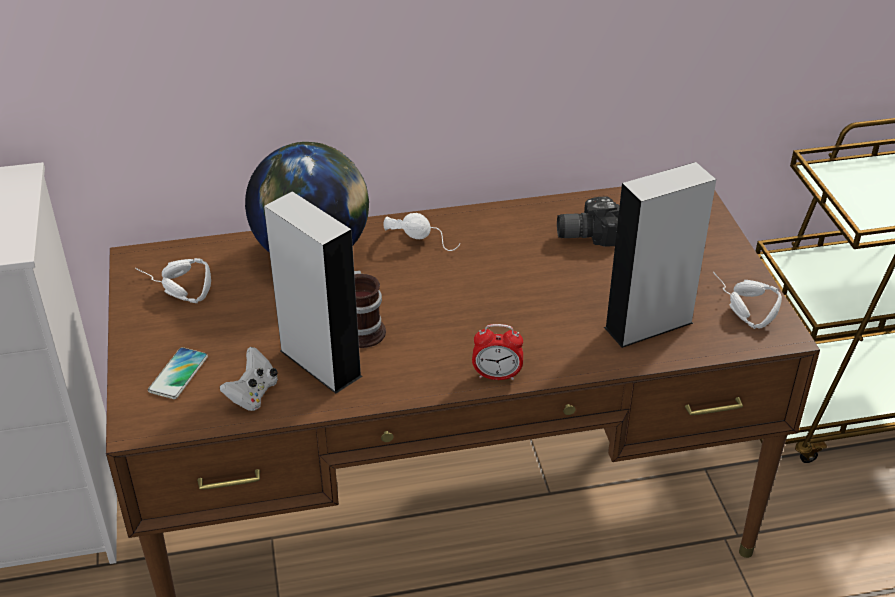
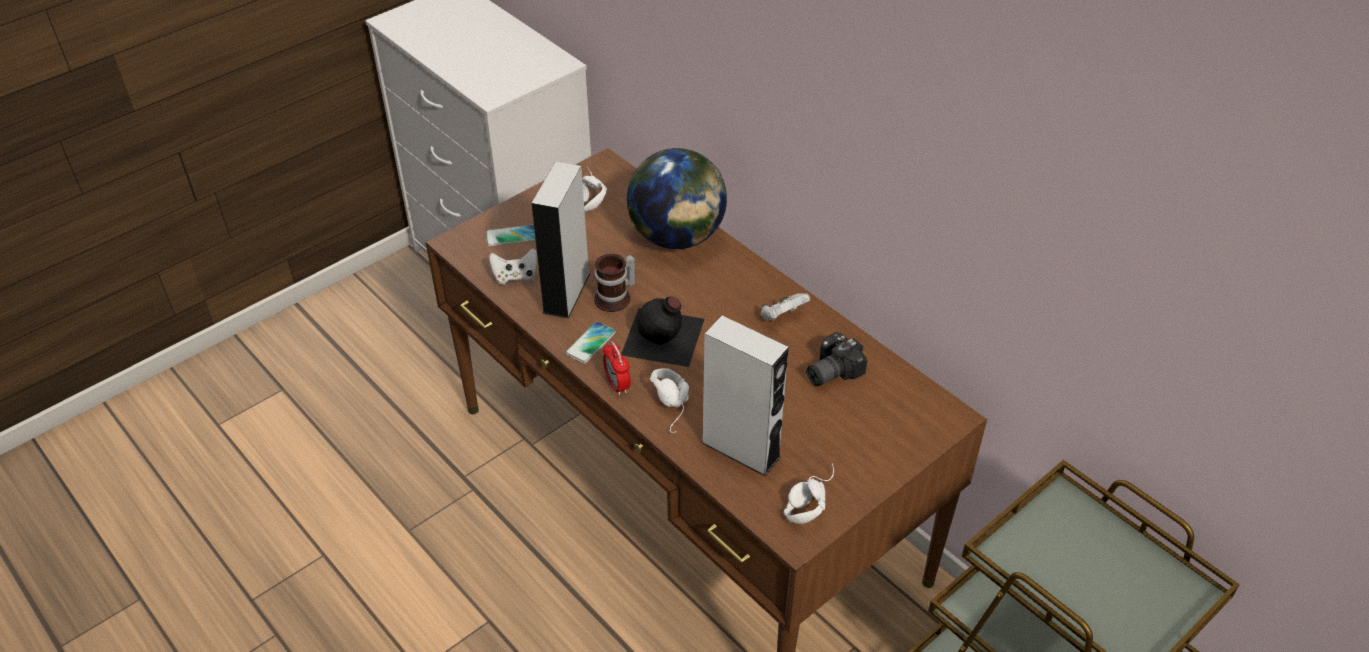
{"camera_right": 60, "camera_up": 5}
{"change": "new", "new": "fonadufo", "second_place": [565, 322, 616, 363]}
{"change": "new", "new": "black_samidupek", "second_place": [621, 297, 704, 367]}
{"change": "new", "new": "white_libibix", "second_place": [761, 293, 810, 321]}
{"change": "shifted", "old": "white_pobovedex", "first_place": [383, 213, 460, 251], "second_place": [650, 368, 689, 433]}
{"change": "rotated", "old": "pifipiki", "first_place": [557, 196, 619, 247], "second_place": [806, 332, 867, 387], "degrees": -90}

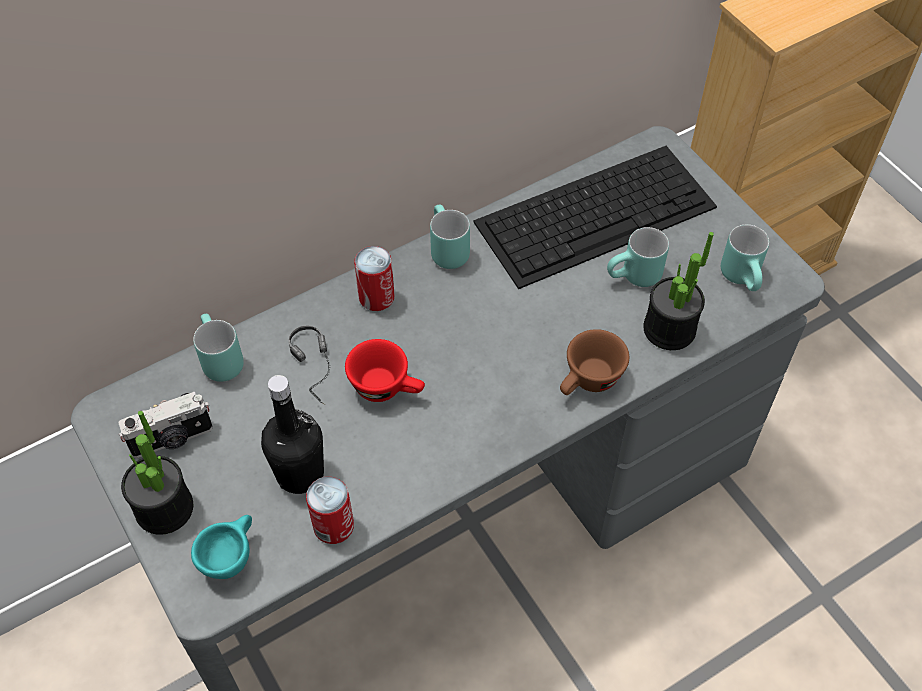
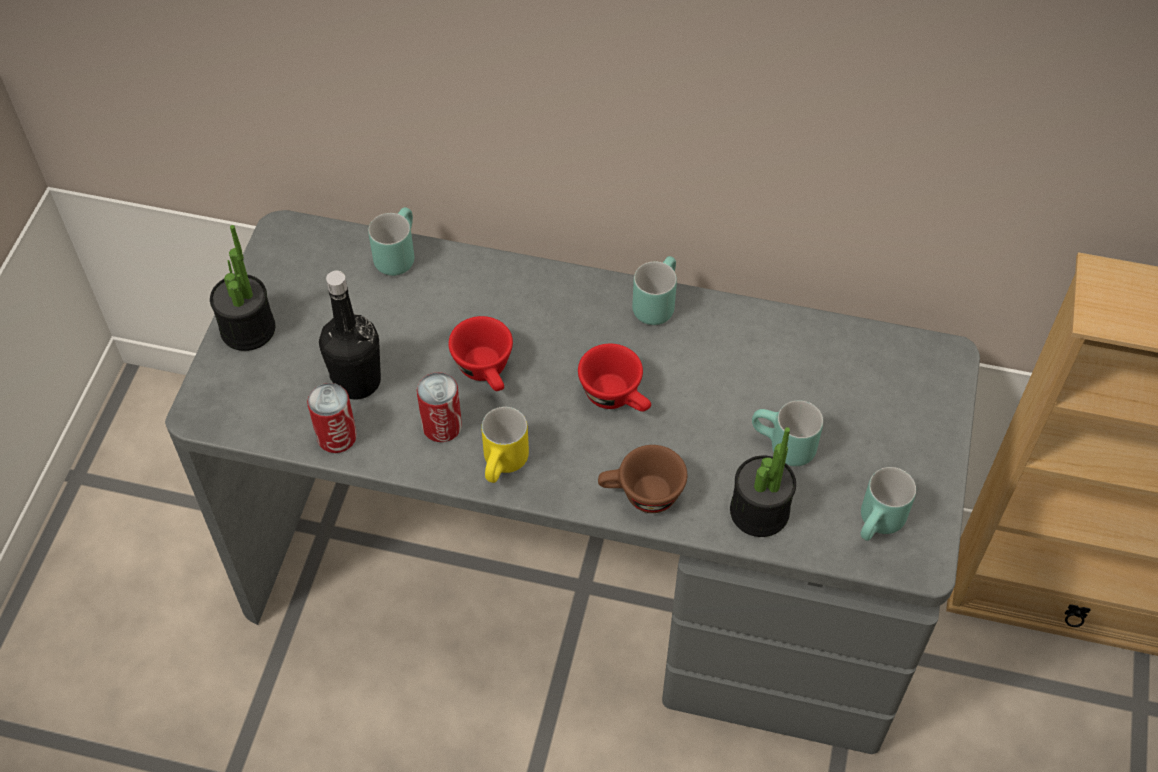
{"camera_right": 45, "camera_up": 0}
{"change": "gone", "old": "pifipiki", "first_place": [118, 392, 213, 458]}
{"change": "gone", "old": "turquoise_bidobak", "first_place": [191, 515, 252, 579]}
{"change": "gone", "old": "pobovedex", "first_place": [288, 325, 330, 405]}
{"change": "gone", "old": "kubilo", "first_place": [473, 146, 717, 289]}
{"change": "new", "new": "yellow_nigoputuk", "second_place": [482, 407, 529, 483]}
{"change": "new", "new": "red_bidobak", "second_place": [578, 344, 651, 412]}
{"change": "shifted", "old": "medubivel", "first_place": [354, 246, 395, 311], "second_place": [417, 372, 462, 442]}

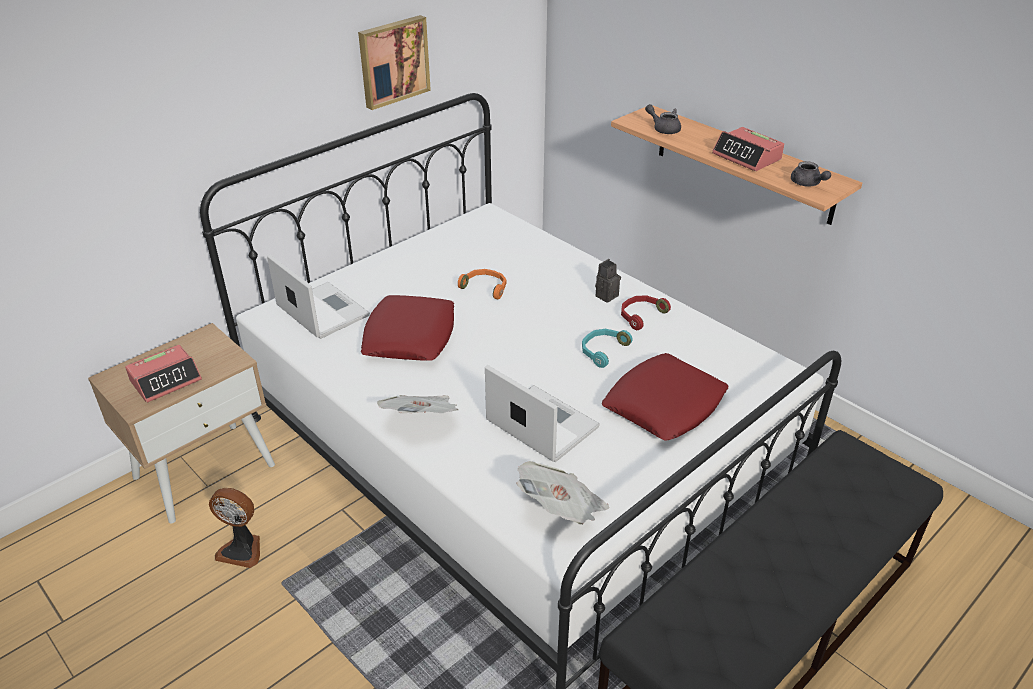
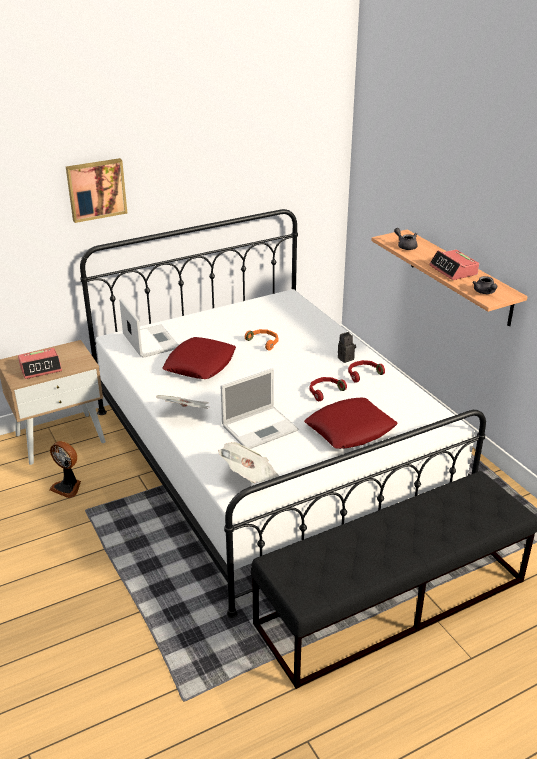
{"camera_right": 15, "camera_up": -5}
{"change": "shifted", "old": "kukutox", "first_place": [358, 15, 431, 110], "second_place": [66, 158, 127, 223]}
{"change": "repainted", "old": "turquoise_pobovedex", "new": "red_pobovedex", "first_place": [582, 329, 633, 368], "second_place": [309, 377, 347, 401]}
{"change": "rotated", "old": "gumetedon", "first_place": [485, 365, 600, 462], "second_place": [221, 368, 299, 449], "degrees": 90}

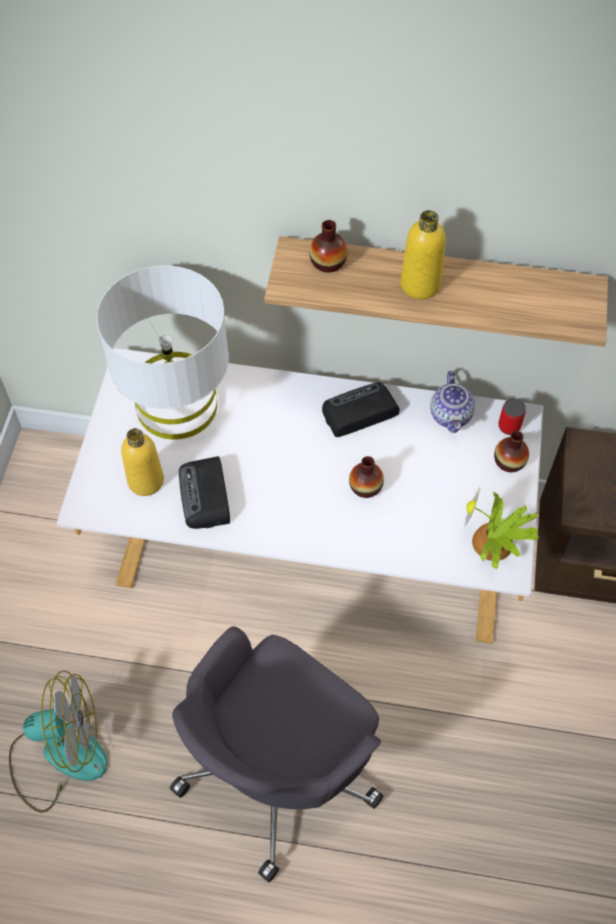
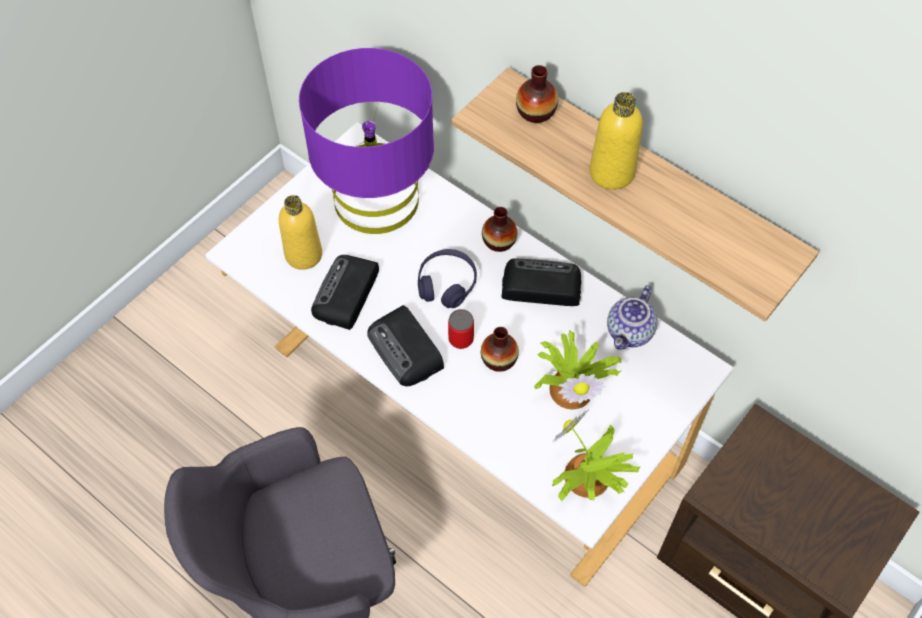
{"camera_right": 30, "camera_up": 0}
{"change": "gone", "old": "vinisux", "first_place": [9, 670, 107, 813]}
{"change": "new", "new": "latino", "second_place": [367, 305, 444, 386]}
{"change": "new", "new": "purple_pobovedex", "second_place": [418, 249, 477, 308]}
{"change": "new", "new": "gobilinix", "second_place": [534, 330, 622, 409]}
{"change": "shifted", "old": "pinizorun", "first_place": [494, 431, 529, 472], "second_place": [482, 207, 517, 252]}
{"change": "shifted", "old": "medubivel", "first_place": [498, 398, 526, 435], "second_place": [448, 309, 474, 349]}
{"change": "repainted", "old": "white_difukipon", "new": "purple_difukipon", "first_place": [97, 266, 229, 439], "second_place": [299, 48, 434, 234]}

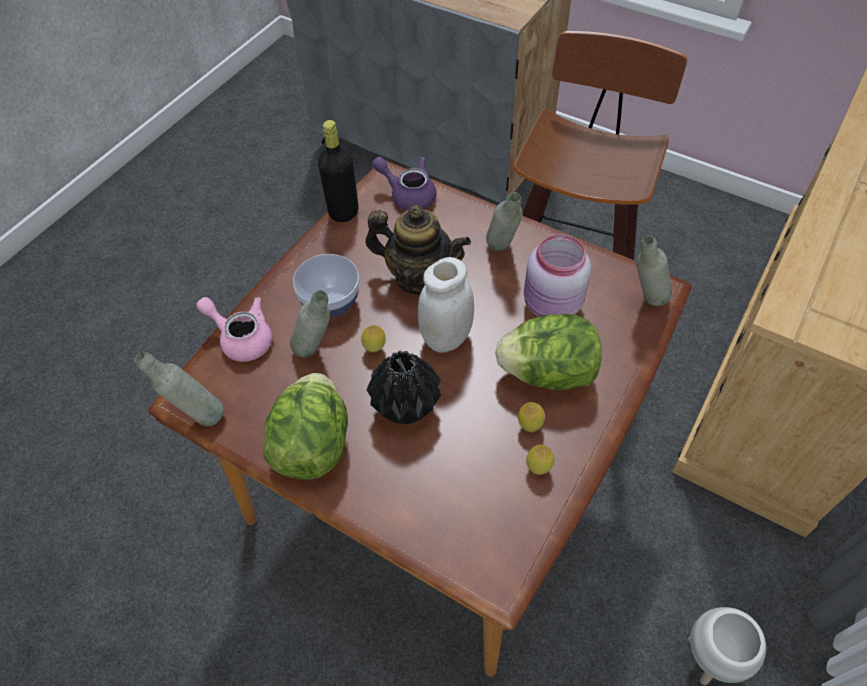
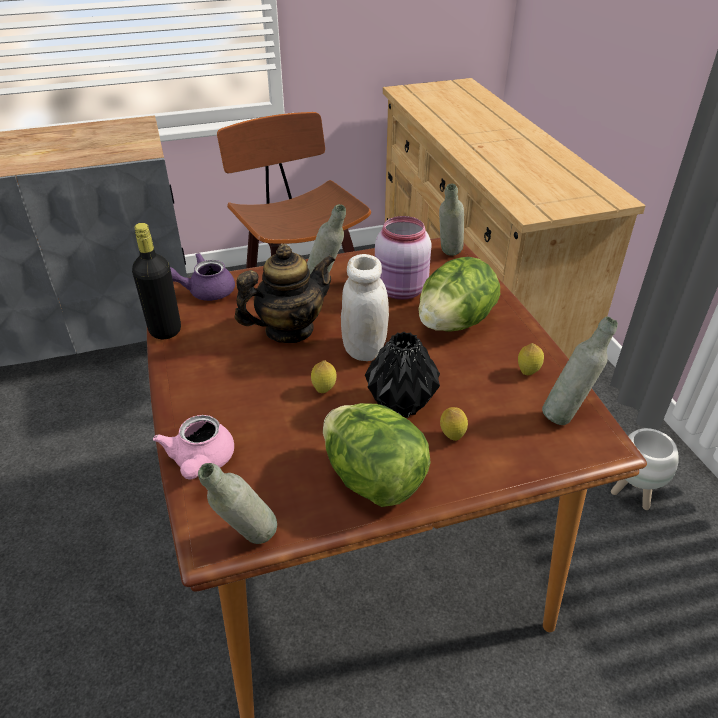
{"camera_right": -50, "camera_up": -15}
{"change": "gone", "old": "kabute", "first_place": [293, 254, 359, 317]}
{"change": "shifted", "old": "grey_samidupek", "first_place": [290, 290, 330, 358], "second_place": [542, 317, 618, 425]}
{"change": "shifted", "old": "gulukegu", "first_place": [518, 402, 545, 432], "second_place": [440, 407, 468, 441]}
{"change": "rotated", "old": "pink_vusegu", "first_place": [196, 297, 272, 362], "second_place": [153, 415, 234, 480], "degrees": -75}

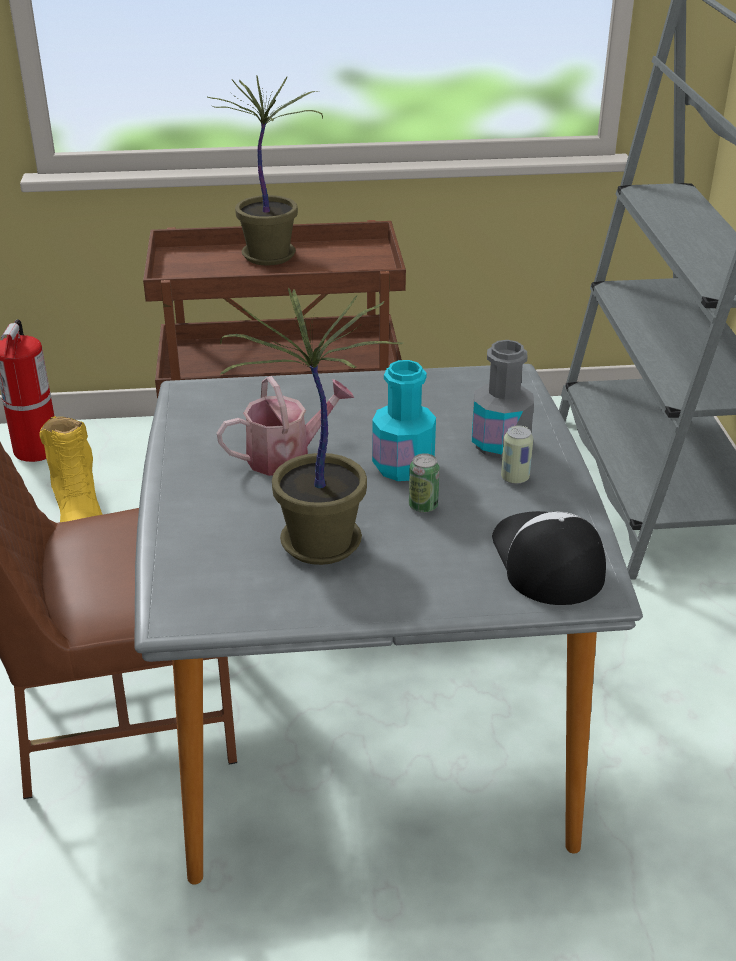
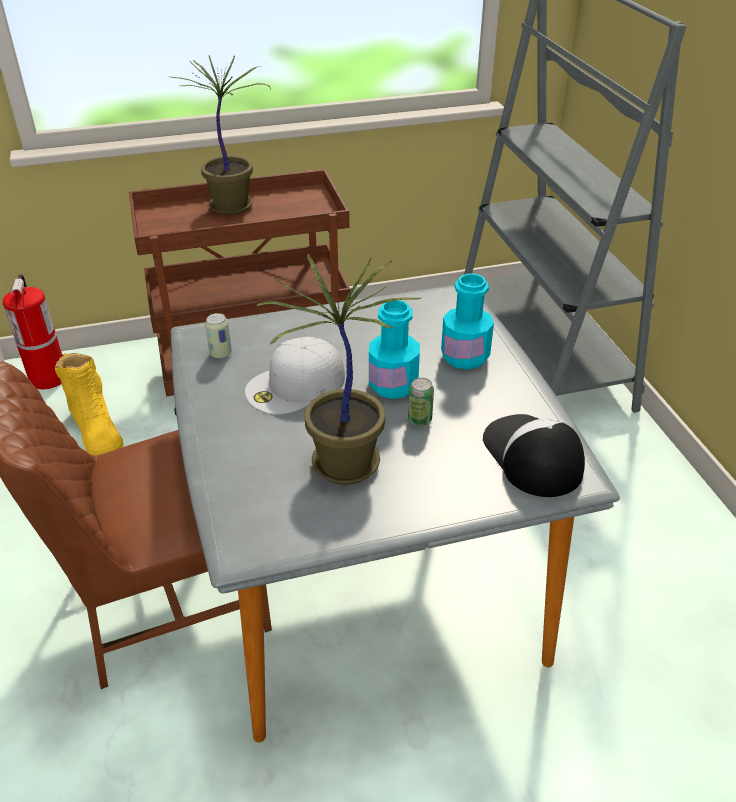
{"camera_right": -10, "camera_up": 5}
{"change": "shifted", "old": "medubivel", "first_place": [501, 425, 533, 484], "second_place": [205, 313, 232, 359]}
{"change": "swapped", "old": "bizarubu", "new": "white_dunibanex", "first_place": [217, 376, 354, 476], "second_place": [245, 337, 345, 415]}
{"change": "repainted", "old": "grey_samidupek", "new": "turquoise_samidupek", "first_place": [472, 340, 534, 459], "second_place": [441, 273, 494, 370]}

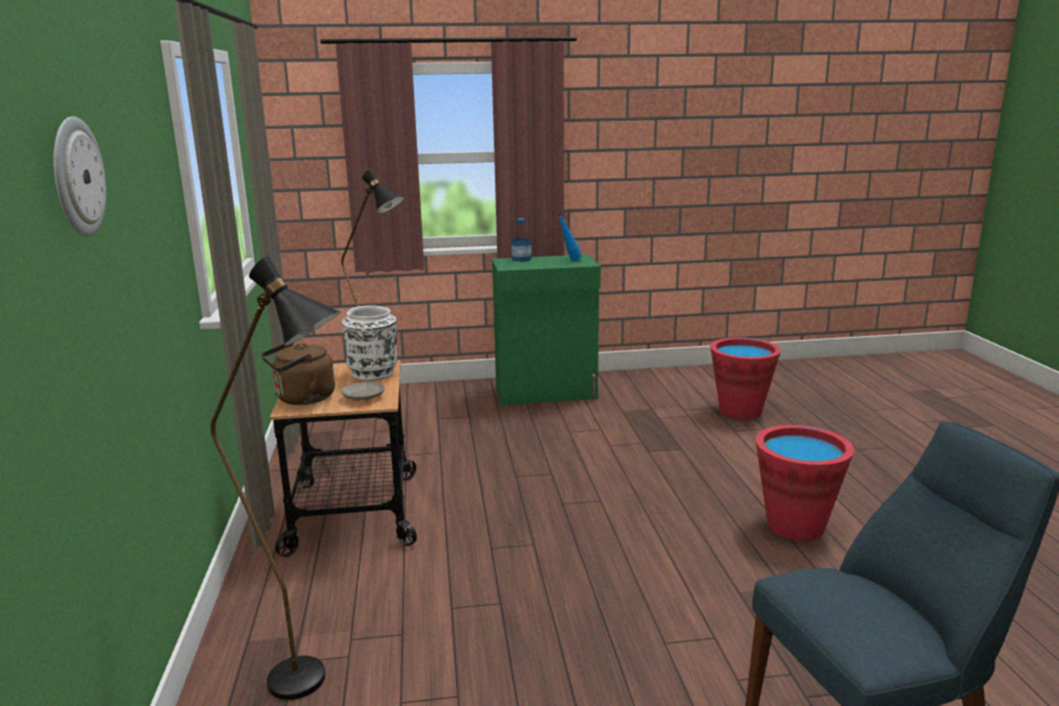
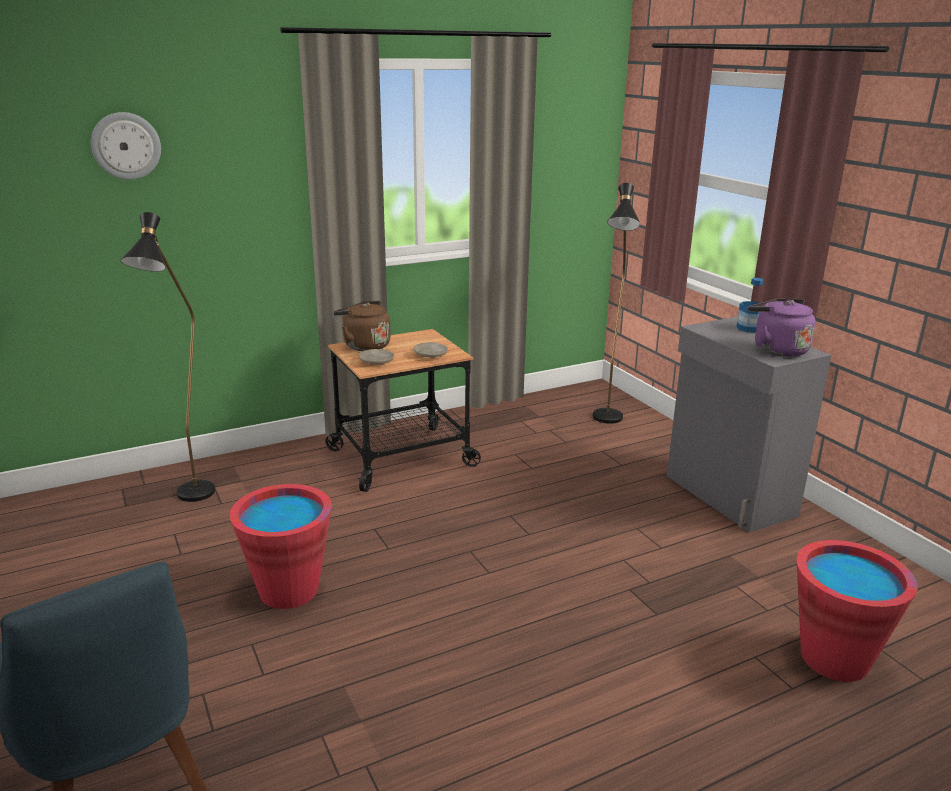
{"camera_right": 70, "camera_up": 5}
{"change": "shifted", "old": "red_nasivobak", "first_place": [756, 425, 854, 541], "second_place": [230, 484, 332, 609]}
{"change": "swapped", "old": "white_pinizorun", "new": "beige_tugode", "first_place": [342, 305, 397, 381], "second_place": [413, 342, 448, 358]}
{"change": "swapped", "old": "blue_samidupek", "new": "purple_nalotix", "first_place": [557, 212, 582, 261], "second_place": [748, 299, 816, 357]}
{"change": "repainted", "old": "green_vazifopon", "new": "grey_vazifopon", "first_place": [492, 254, 601, 405], "second_place": [667, 317, 831, 532]}

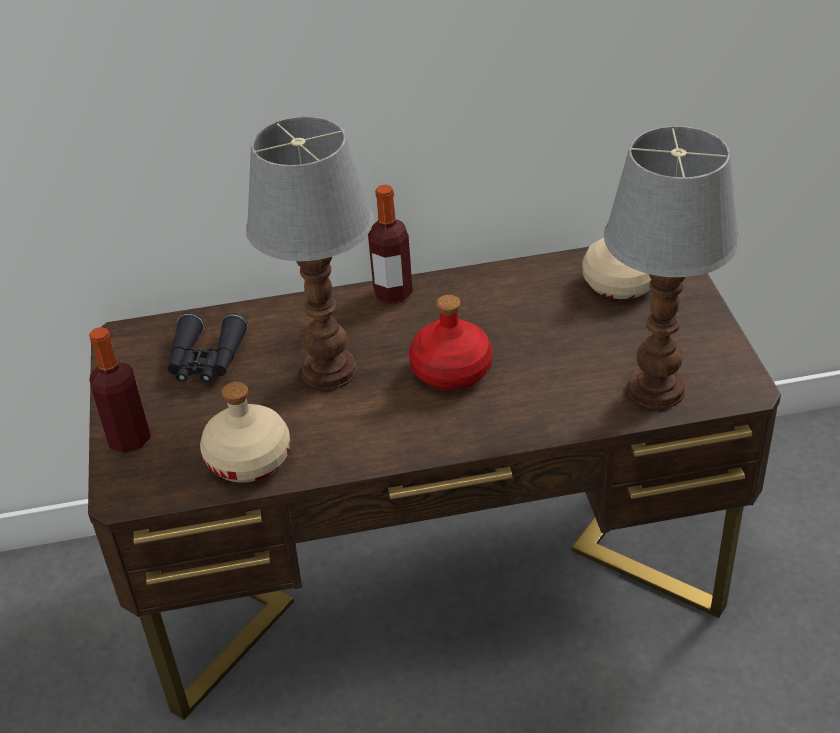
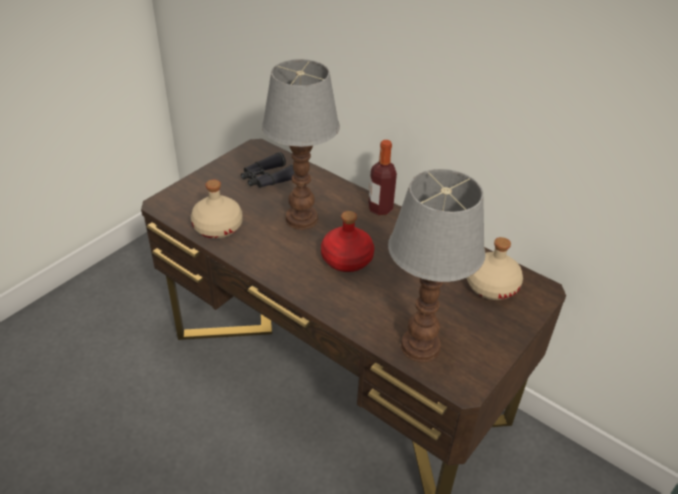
{"camera_right": 45, "camera_up": 0}
{"change": "gone", "old": "samidupek", "first_place": [89, 327, 151, 454]}

